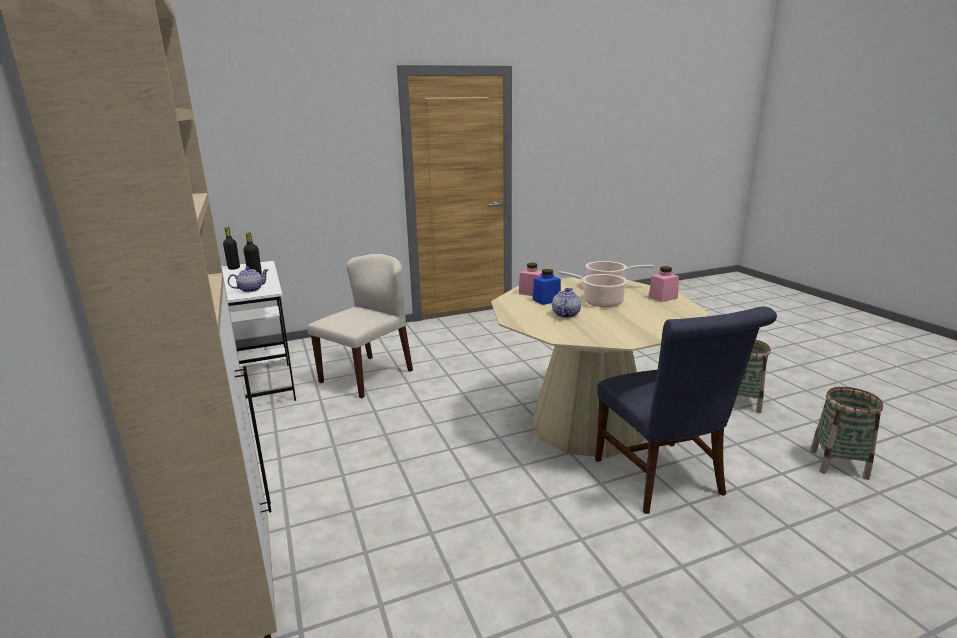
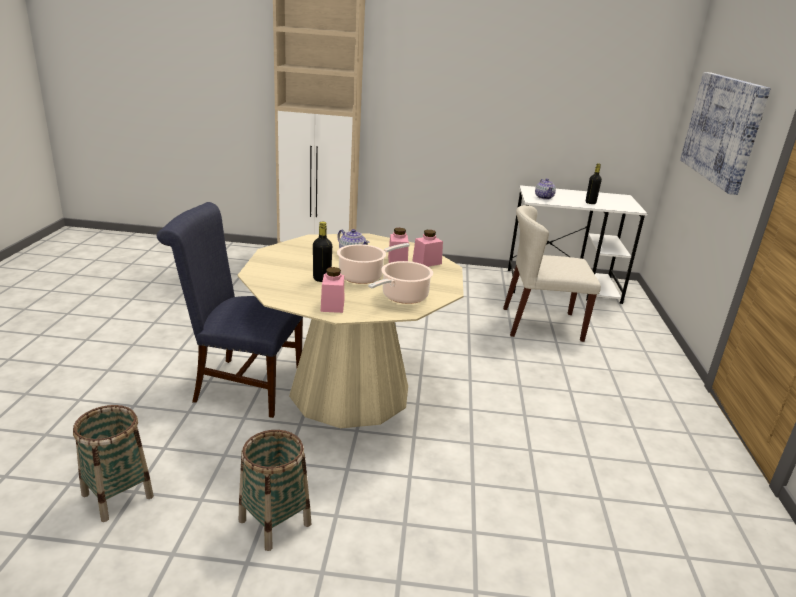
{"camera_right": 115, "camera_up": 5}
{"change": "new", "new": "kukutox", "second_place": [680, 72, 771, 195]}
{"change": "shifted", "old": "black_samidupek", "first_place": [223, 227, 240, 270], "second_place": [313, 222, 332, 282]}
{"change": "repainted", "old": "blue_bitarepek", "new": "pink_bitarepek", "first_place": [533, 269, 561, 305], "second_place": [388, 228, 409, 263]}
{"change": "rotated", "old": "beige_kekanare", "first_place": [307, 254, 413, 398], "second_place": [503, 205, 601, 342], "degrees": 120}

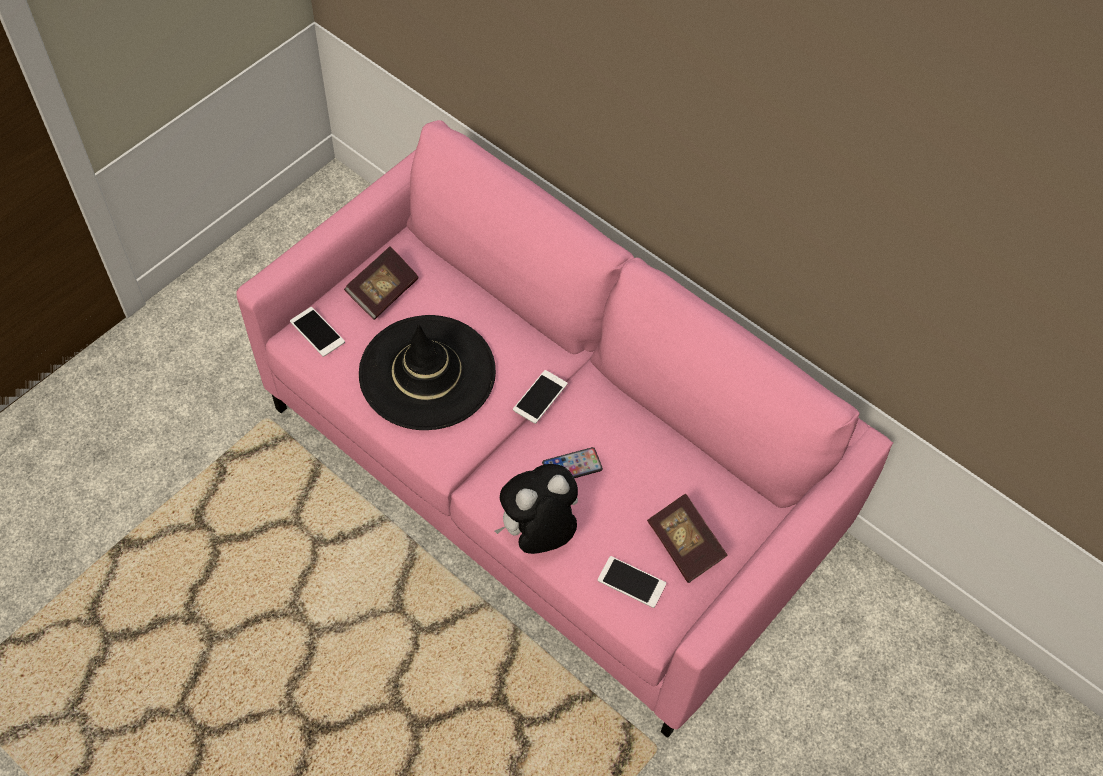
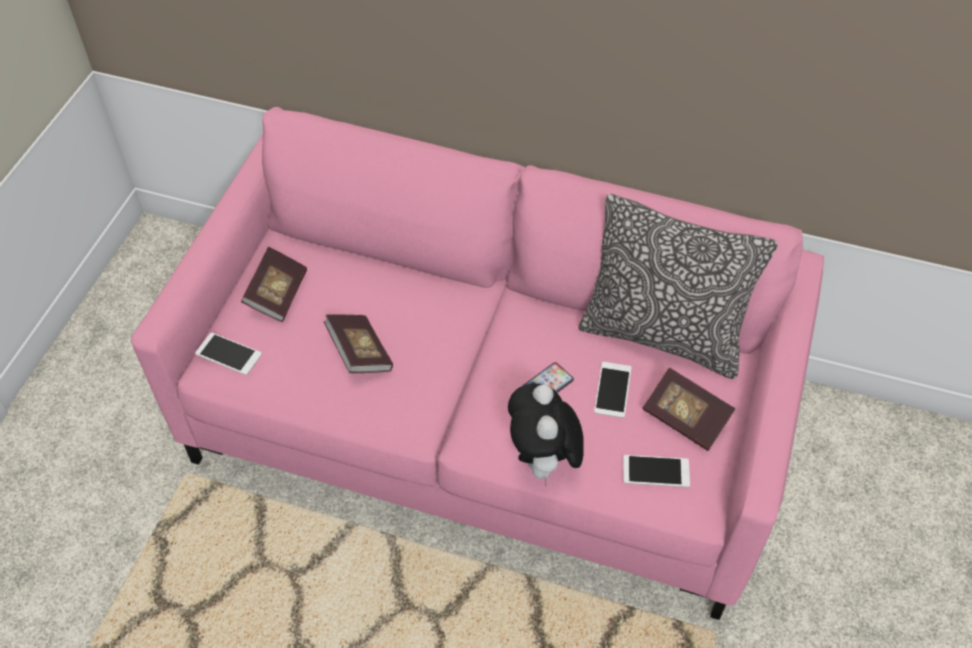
{"camera_right": -20, "camera_up": -5}
{"change": "new", "new": "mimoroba", "second_place": [578, 194, 778, 379]}
{"change": "shifted", "old": "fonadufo", "first_place": [513, 370, 568, 424], "second_place": [594, 362, 632, 418]}
{"change": "swapped", "old": "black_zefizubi", "new": "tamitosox", "first_place": [359, 315, 496, 430], "second_place": [324, 314, 393, 373]}
{"change": "rotated", "old": "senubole", "first_place": [495, 464, 578, 554], "second_place": [508, 384, 584, 487], "degrees": -45}

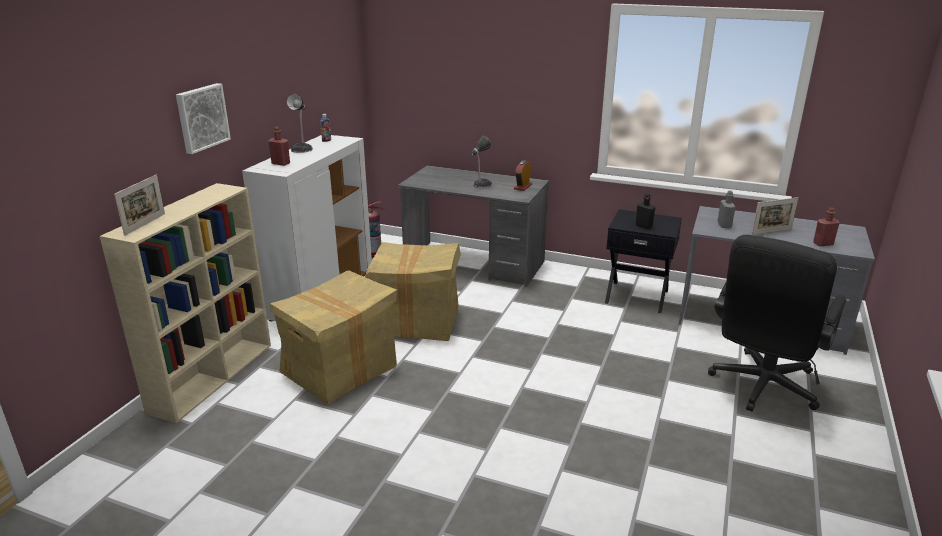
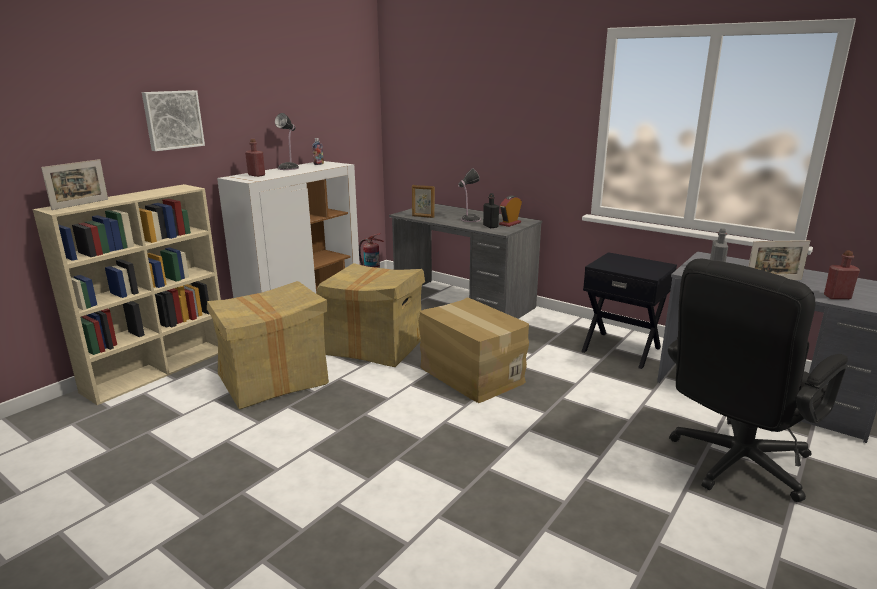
{"camera_right": 15, "camera_up": -5}
{"change": "new", "new": "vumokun", "second_place": [412, 185, 435, 218]}
{"change": "new", "new": "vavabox", "second_place": [418, 297, 529, 403]}
{"change": "shifted", "old": "black_samidupek", "first_place": [635, 193, 656, 229], "second_place": [483, 193, 499, 228]}

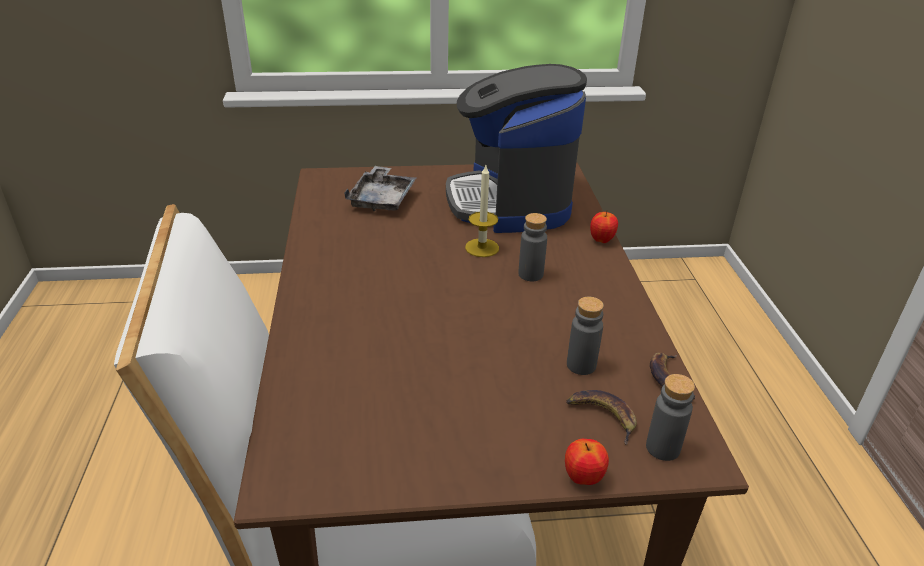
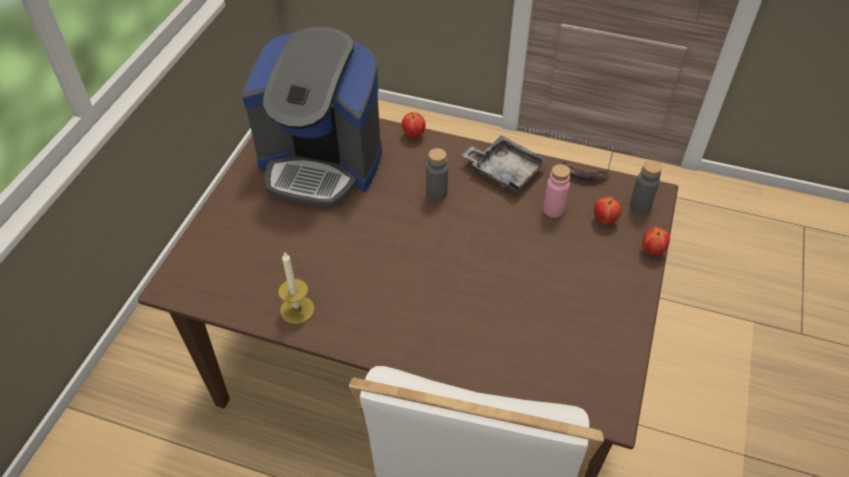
{"camera_right": -65, "camera_up": 15}
{"change": "shifted", "old": "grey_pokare", "first_place": [344, 166, 416, 211], "second_place": [462, 135, 547, 192]}
{"change": "shifted", "old": "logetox", "first_place": [465, 165, 499, 257], "second_place": [278, 253, 315, 324]}
{"change": "swapped", "old": "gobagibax", "new": "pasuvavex", "first_place": [566, 390, 637, 445], "second_place": [594, 196, 621, 225]}
{"change": "repainted", "old": "grey_samidupek", "new": "pink_samidupek", "first_place": [567, 297, 604, 375], "second_place": [543, 164, 570, 218]}

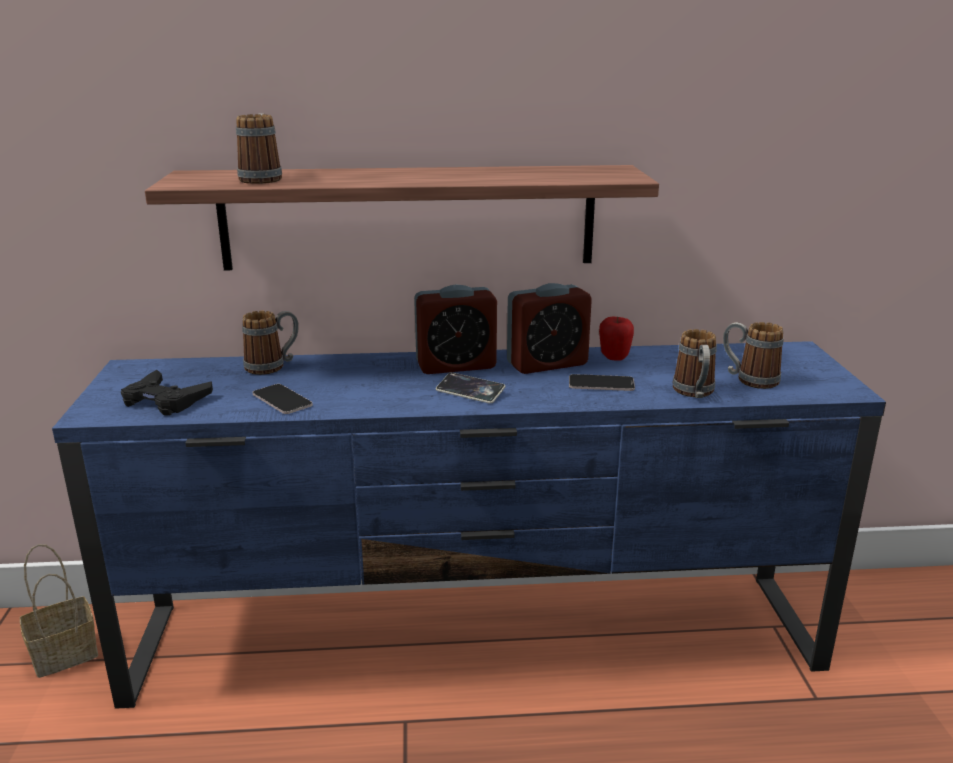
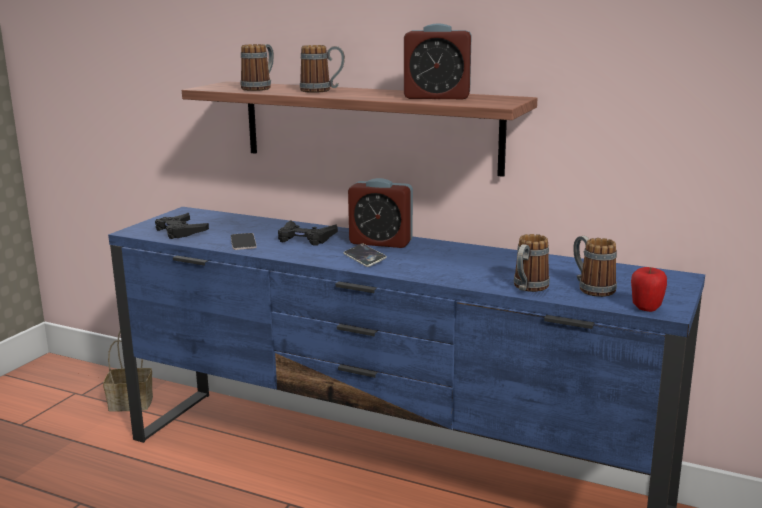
{"camera_right": 30, "camera_up": -5}
{"change": "gone", "old": "fonadufo", "first_place": [569, 374, 635, 391]}
{"change": "new", "new": "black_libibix", "second_place": [278, 220, 338, 246]}
{"change": "shifted", "old": "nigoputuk", "first_place": [242, 311, 299, 375], "second_place": [300, 45, 345, 93]}
{"change": "shifted", "old": "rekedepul", "first_place": [507, 283, 592, 374], "second_place": [404, 23, 472, 99]}
{"change": "shifted", "old": "pasuvavex", "first_place": [599, 316, 634, 361], "second_place": [631, 267, 667, 312]}

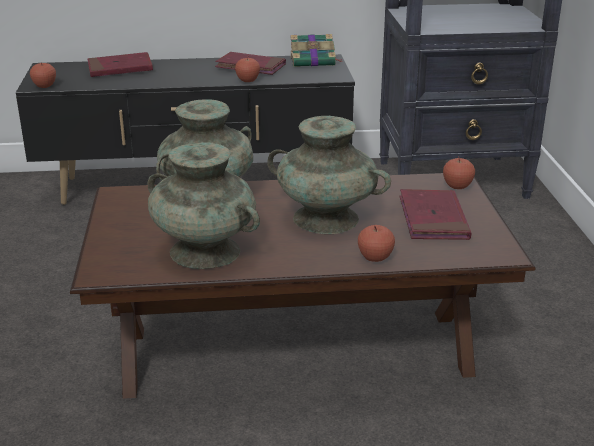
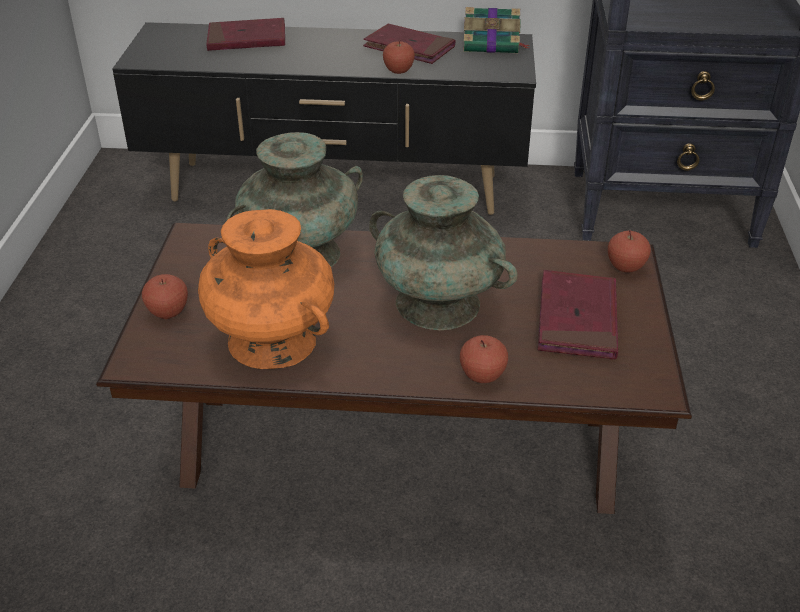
{"camera_right": 10, "camera_up": 10}
{"change": "shifted", "old": "pasuvavex", "first_place": [30, 62, 56, 88], "second_place": [142, 274, 188, 319]}
{"change": "repainted", "old": "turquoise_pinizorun", "new": "orange_pinizorun", "first_place": [148, 142, 260, 269], "second_place": [198, 209, 334, 369]}

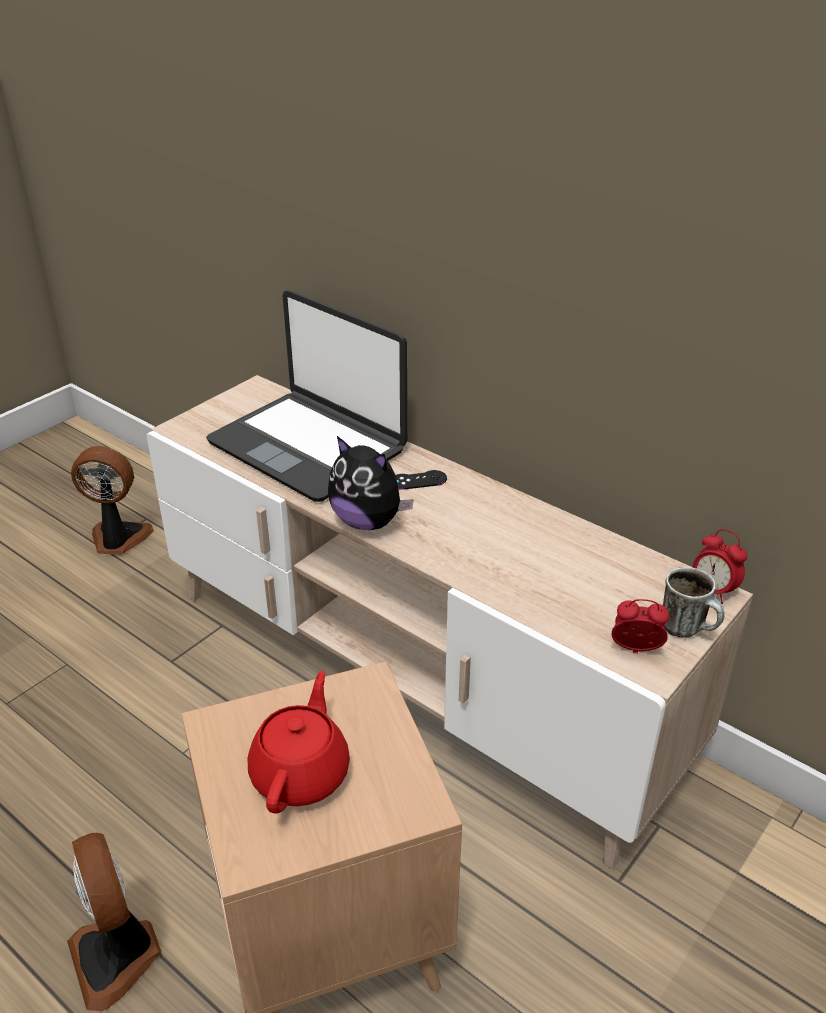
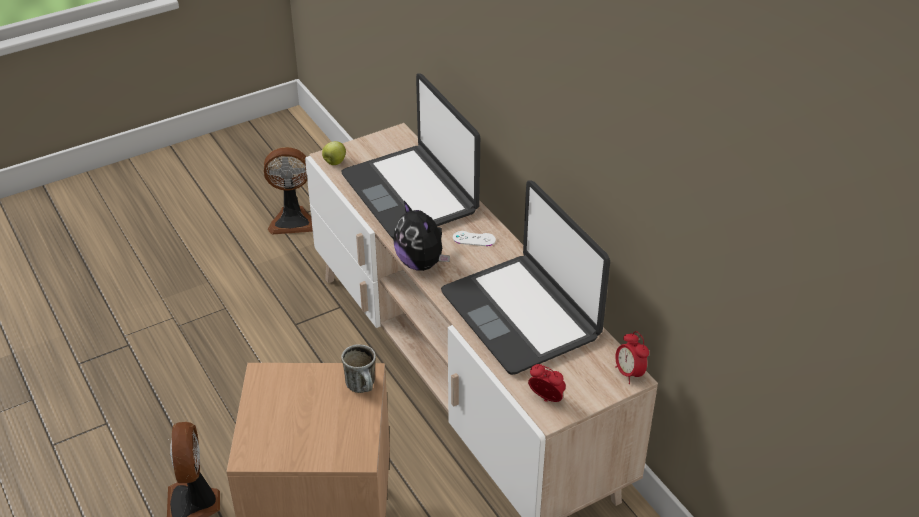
{"camera_right": 20, "camera_up": 5}
{"change": "gone", "old": "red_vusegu", "first_place": [248, 671, 350, 813]}
{"change": "new", "new": "pasuvavex", "second_place": [322, 141, 346, 165]}
{"change": "new", "new": "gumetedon", "second_place": [441, 181, 610, 375]}
{"change": "shifted", "old": "nigoputuk", "first_place": [663, 567, 725, 638], "second_place": [341, 344, 376, 393]}
{"change": "repainted", "old": "black_libibix", "new": "white_libibix", "first_place": [396, 470, 447, 490], "second_place": [453, 231, 496, 246]}
{"change": "rotated", "old": "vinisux", "first_place": [71, 446, 154, 555], "second_place": [264, 147, 313, 235], "degrees": 150}

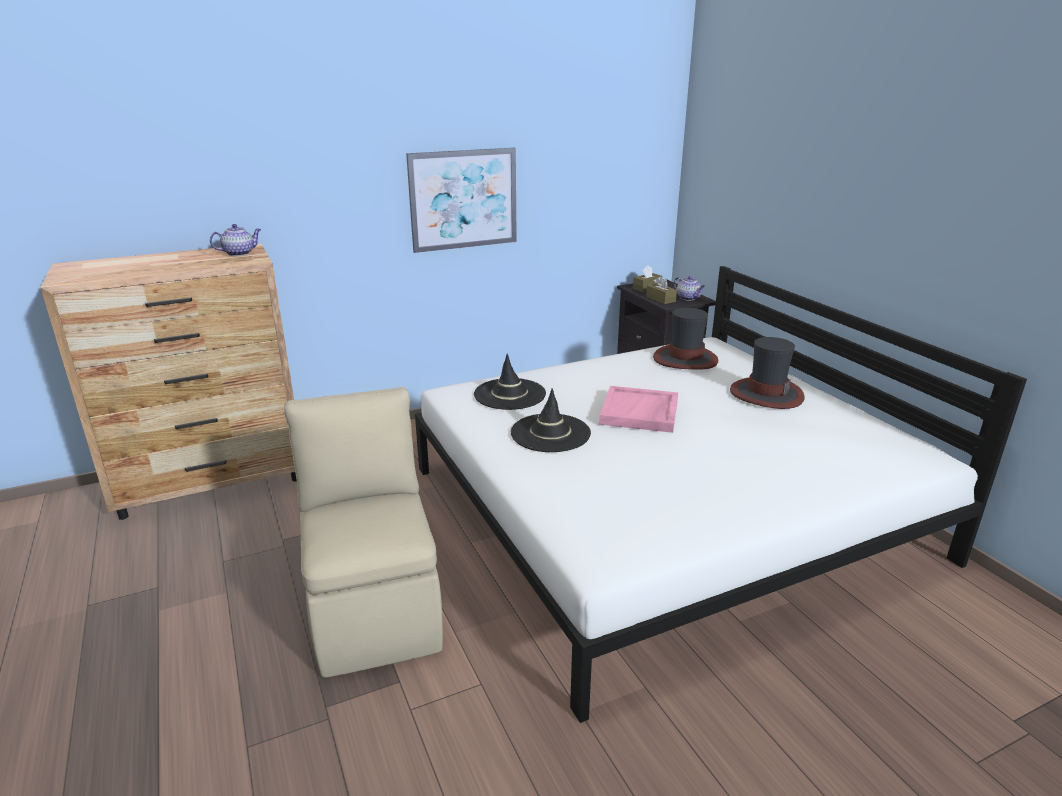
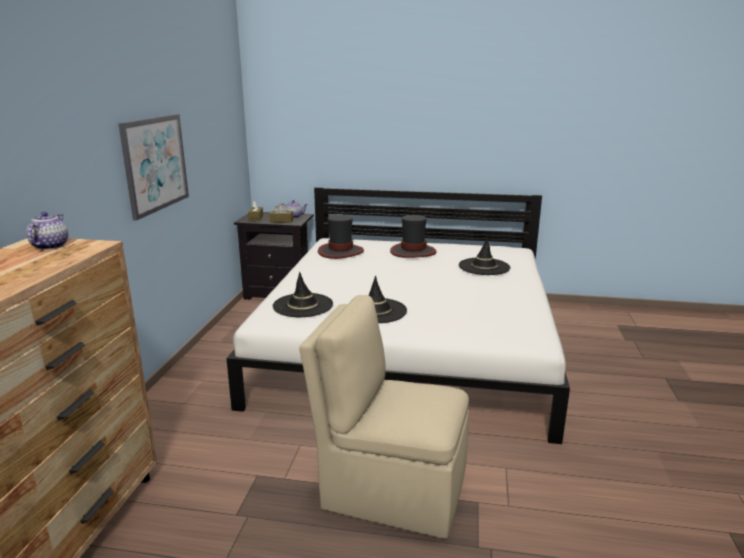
{"camera_right": -55, "camera_up": -5}
{"change": "gone", "old": "pink_pokare", "first_place": [599, 386, 678, 433]}
{"change": "new", "new": "black_zefizubi", "second_place": [459, 238, 510, 275]}

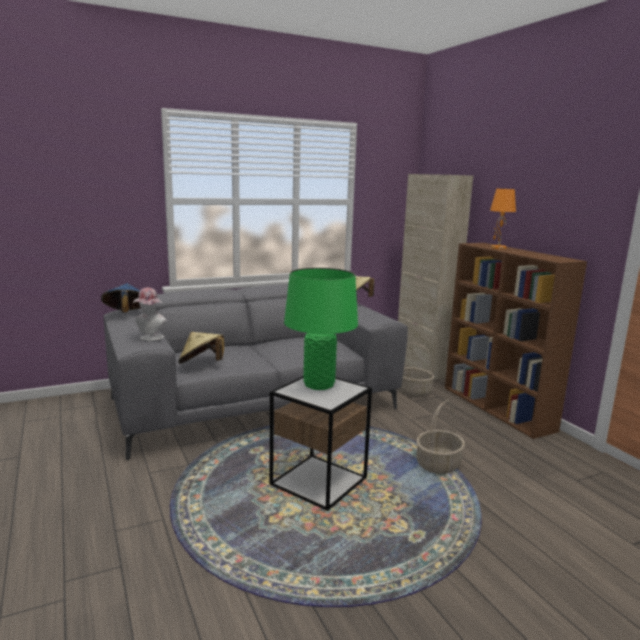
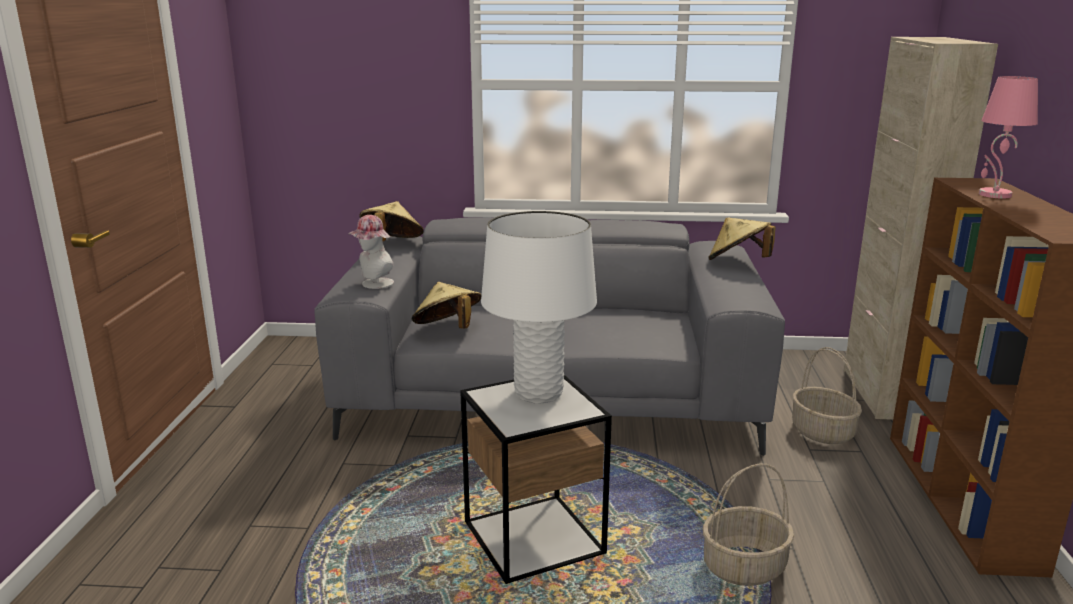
{"camera_right": 30, "camera_up": 5}
{"change": "repainted", "old": "blue_zefizubi", "new": "beige_zefizubi", "first_place": [101, 283, 141, 312], "second_place": [359, 201, 424, 241]}
{"change": "repainted", "old": "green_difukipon", "new": "white_difukipon", "first_place": [284, 268, 358, 390], "second_place": [481, 211, 597, 404]}
{"change": "repainted", "old": "orange_difukipon", "new": "pink_difukipon", "first_place": [490, 189, 516, 249], "second_place": [979, 76, 1038, 198]}

